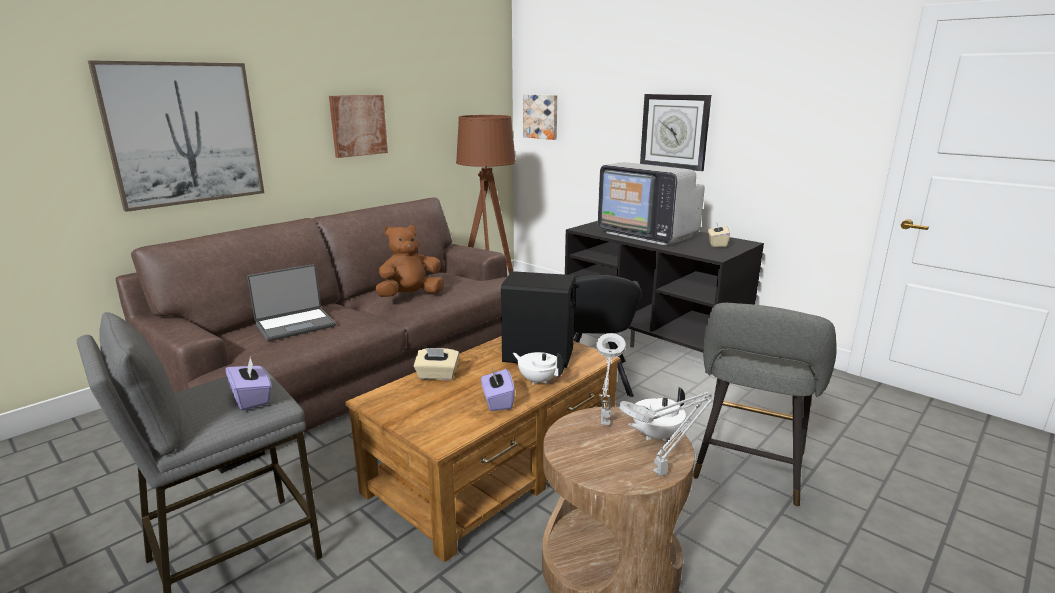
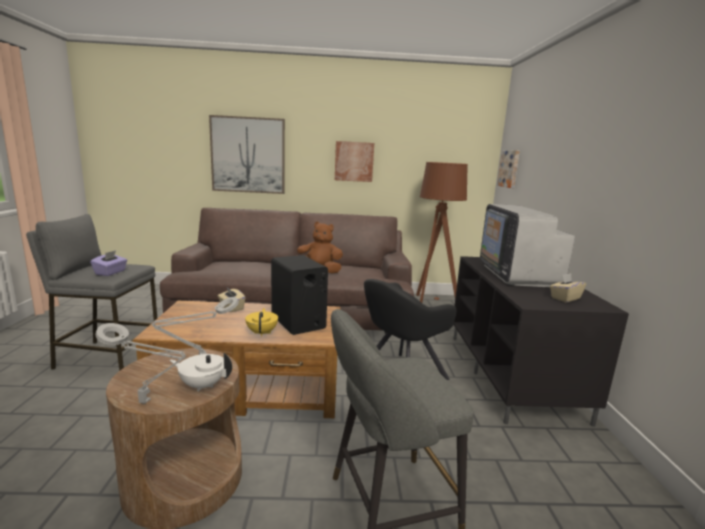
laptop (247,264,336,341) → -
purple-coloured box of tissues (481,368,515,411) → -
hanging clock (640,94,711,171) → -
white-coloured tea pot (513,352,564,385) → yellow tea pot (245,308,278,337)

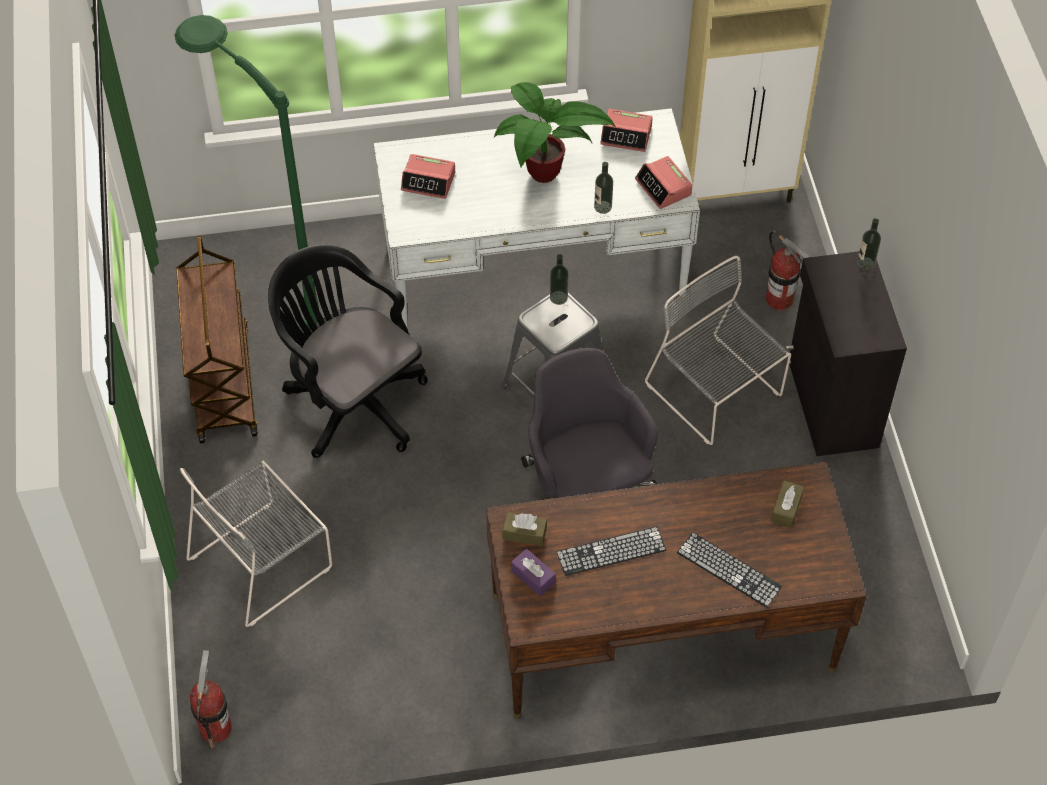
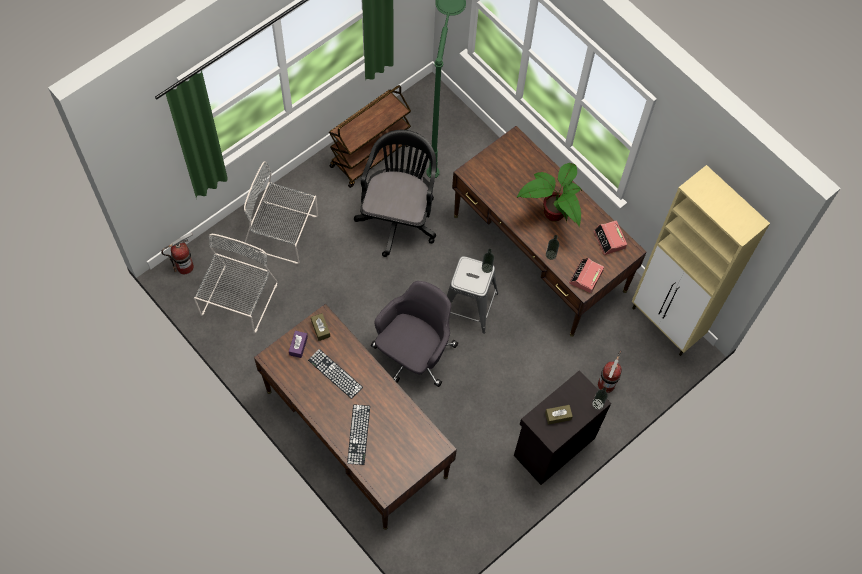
alarm clock (401,154,455,199) → -
grey plain chair (645,256,791,445) → grey plain chair (194,234,278,334), relocated
brownish box of tissues (771,481,804,528) → brownish box of tissues (545,405,573,425), relocated
white-coloured desk table (373,108,700,329) → brownish desk table (452,126,646,337)

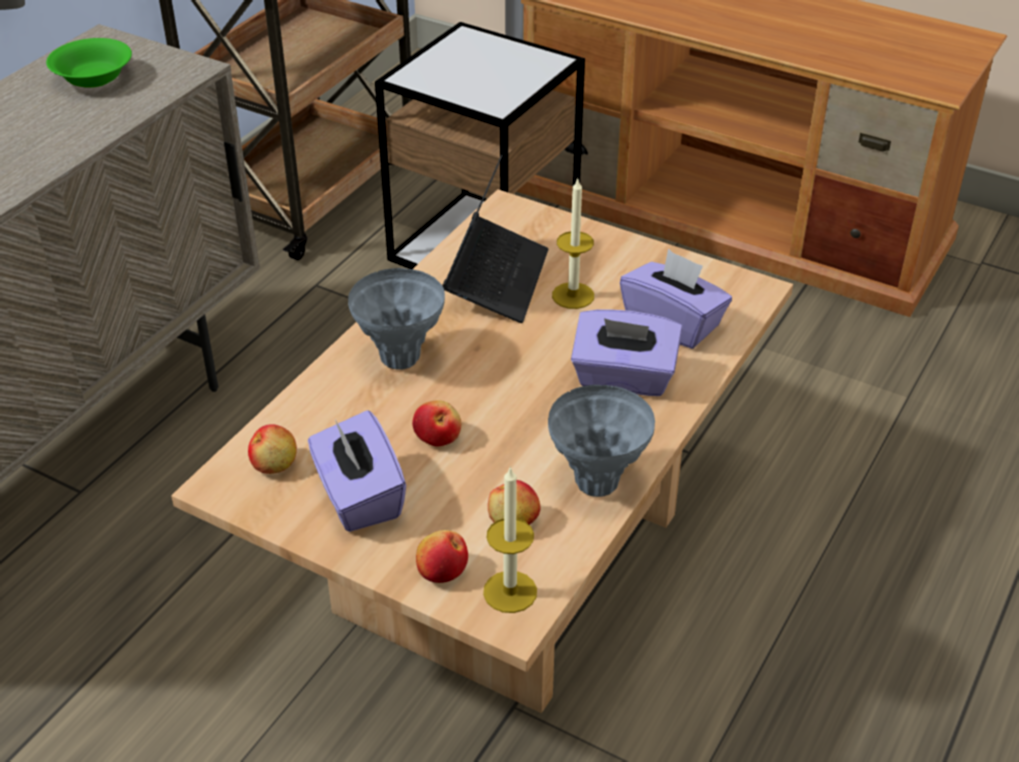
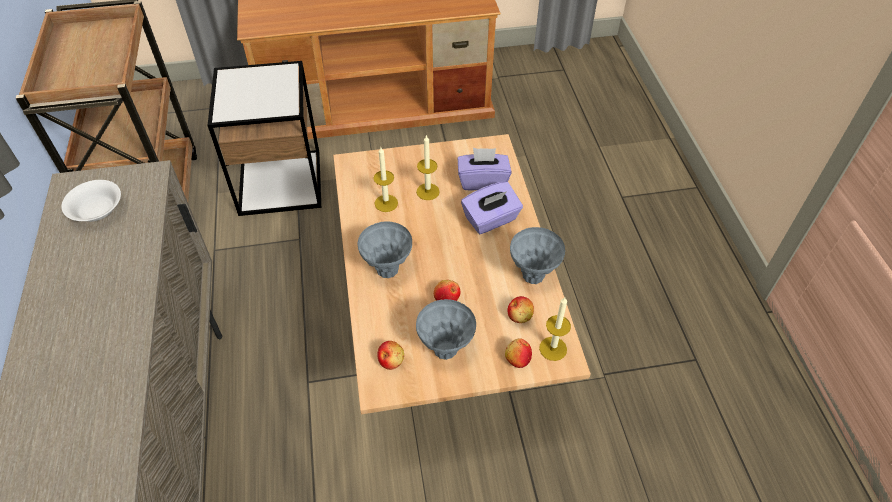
purple-coloured box of tissues (308,410,406,532) → grey decorative vase (416,299,476,360)
laptop (442,154,549,323) → wax light (373,147,398,212)
greenish deep dish (46,38,132,88) → white-coloured deep dish (61,180,121,222)

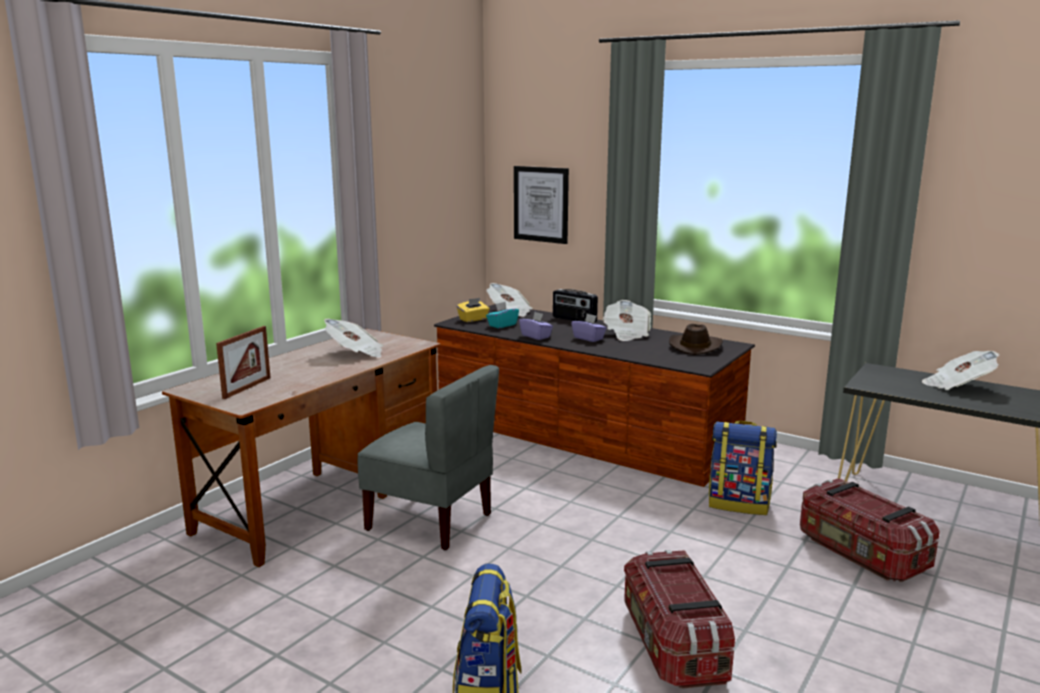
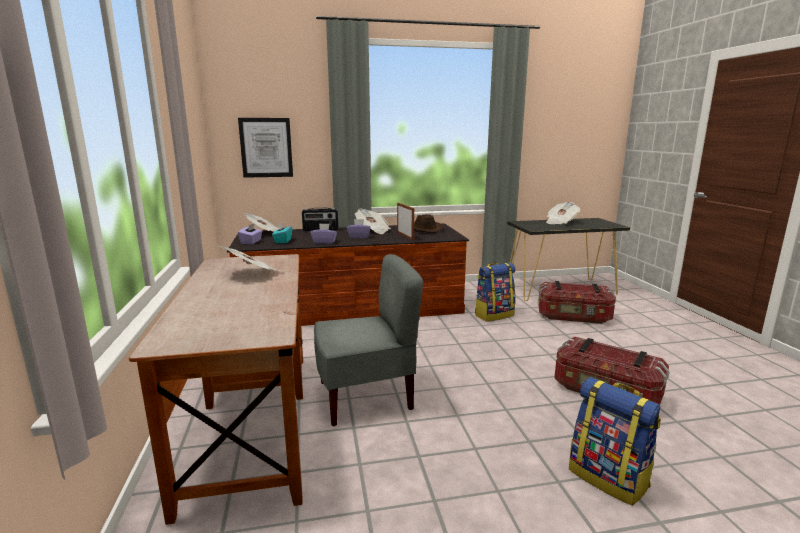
picture frame (216,326,271,399) → picture frame (397,203,414,240), relocated
yellow box of tissues (457,298,489,322) → purple-coloured box of tissues (238,223,262,244)

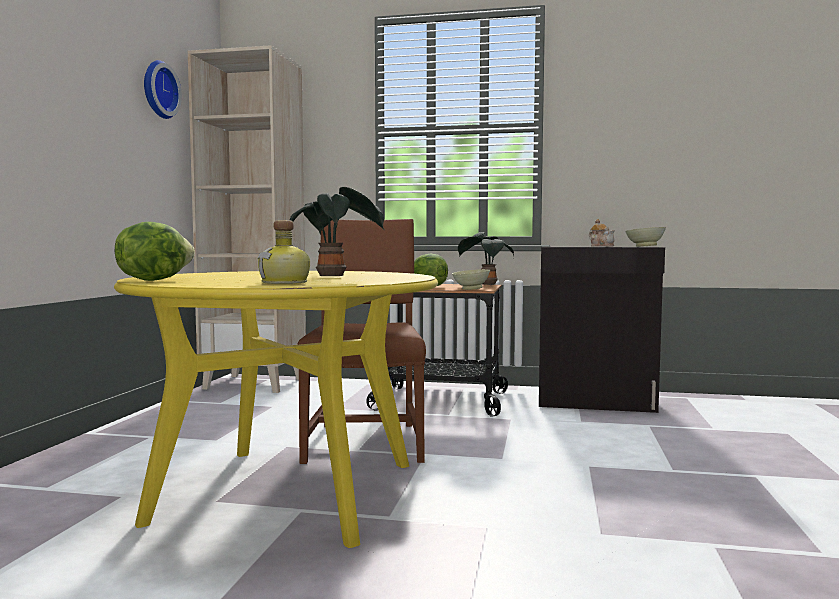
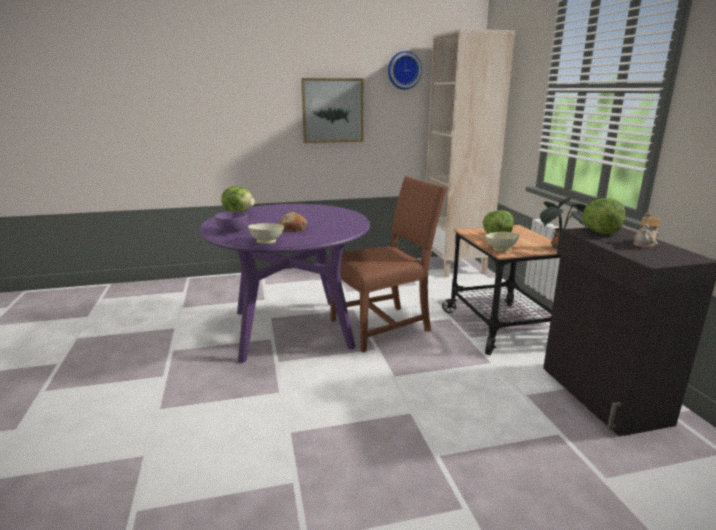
- → wall art (301,78,363,143)
- → head of lettuce (583,198,625,234)
beige deep dish (625,227,666,247) → beige deep dish (248,223,284,244), relocated
beverage bottle (257,220,310,284) → purple-coloured deep dish (215,211,247,233)
houseplant (290,187,384,276) → baked bread (279,212,308,232)
yellow dining table (114,271,438,548) → purple-coloured dining table (199,204,370,363)

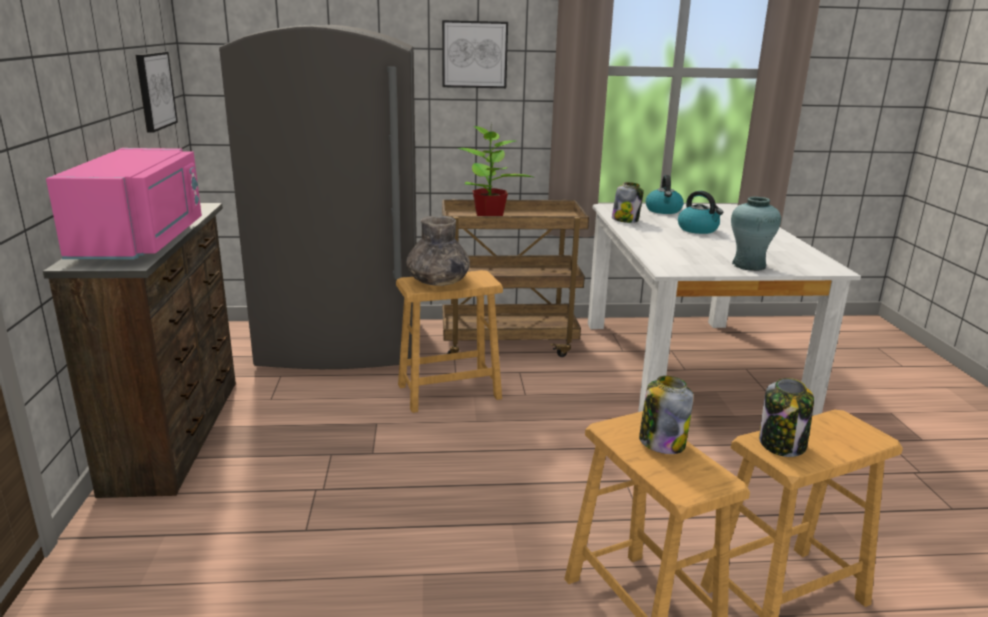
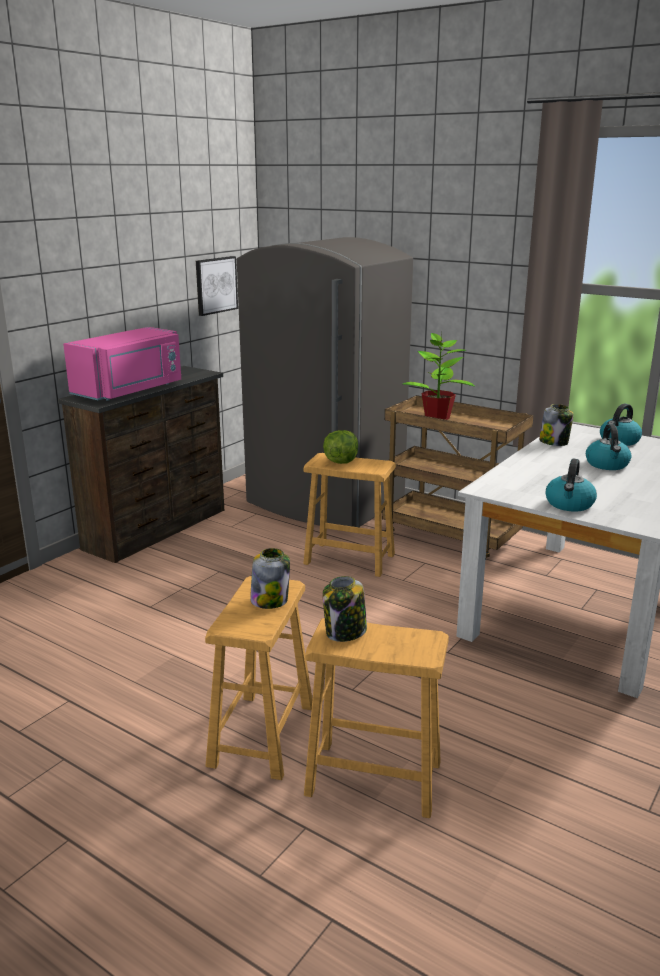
wall art (442,20,508,88) → -
grey decorative vase (406,216,470,286) → head of lettuce (323,430,358,464)
turquoise decorative vase (731,197,781,271) → water kettle (546,458,597,511)

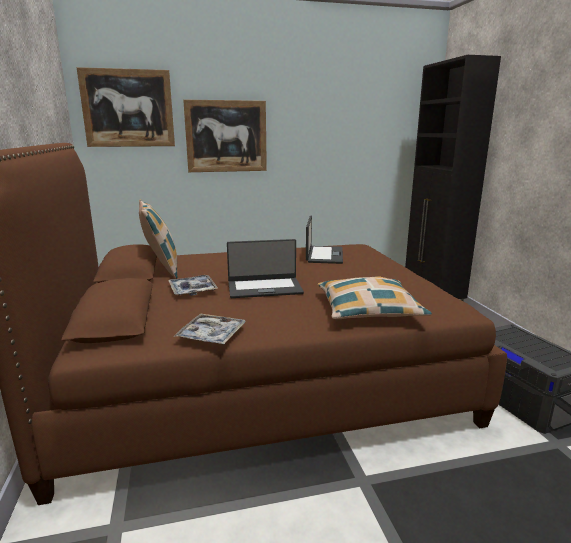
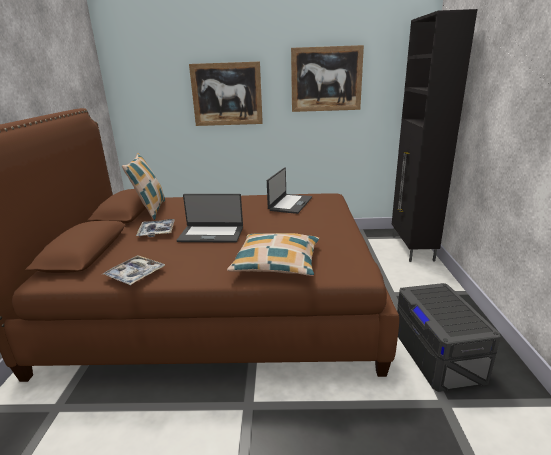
wall art (77,67,175,147) → wall art (291,45,364,112), relocated

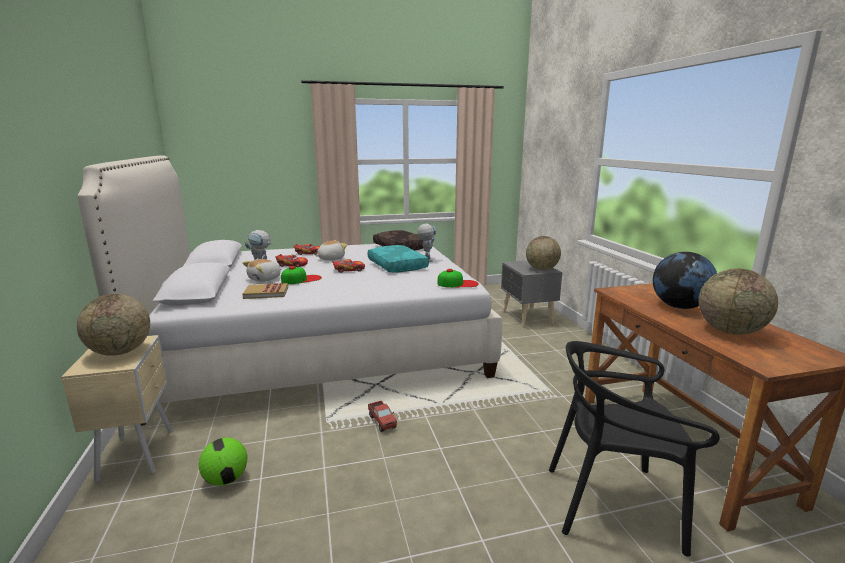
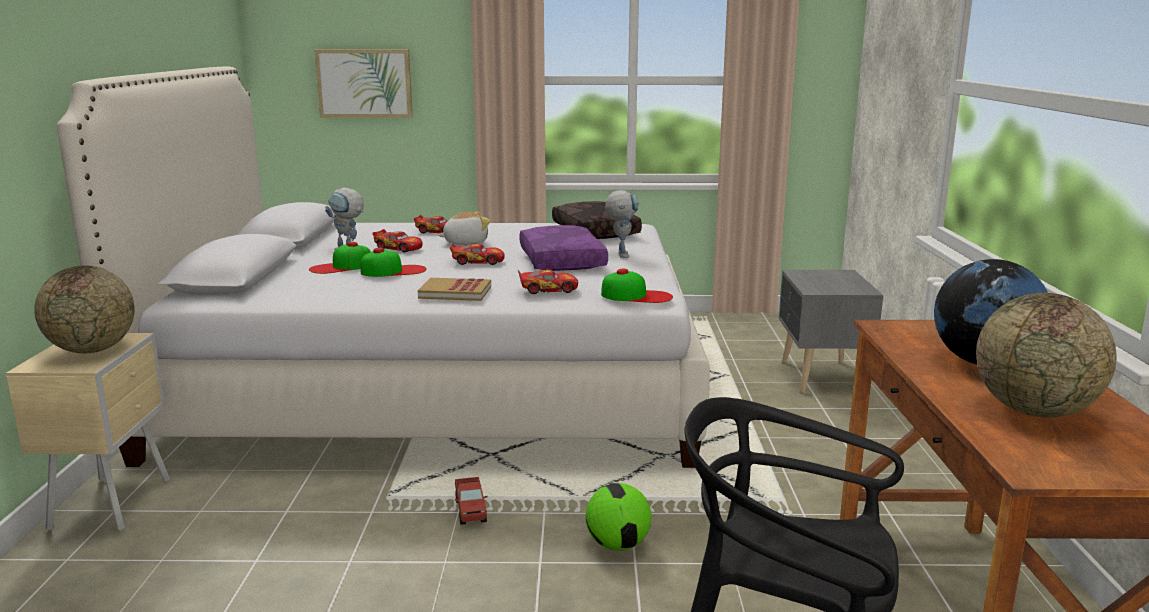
desk globe (526,236,561,270) → -
- → wall art (314,49,413,118)
- → model car (518,269,578,294)
football (199,438,247,486) → football (586,483,651,551), relocated
book (242,283,288,299) → book (418,278,491,301), relocated
soft toy (243,259,281,282) → baseball cap (309,242,371,274)
turquoise cushion (368,245,429,273) → purple-coloured cushion (519,225,608,271)

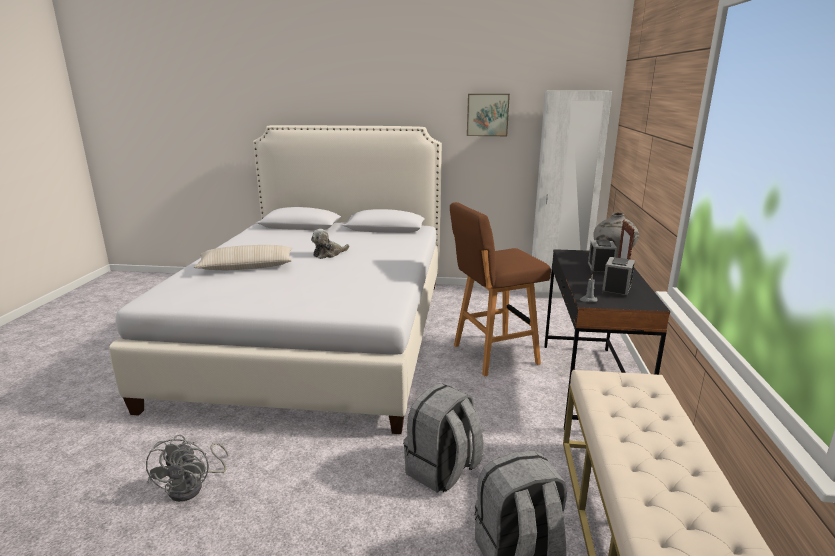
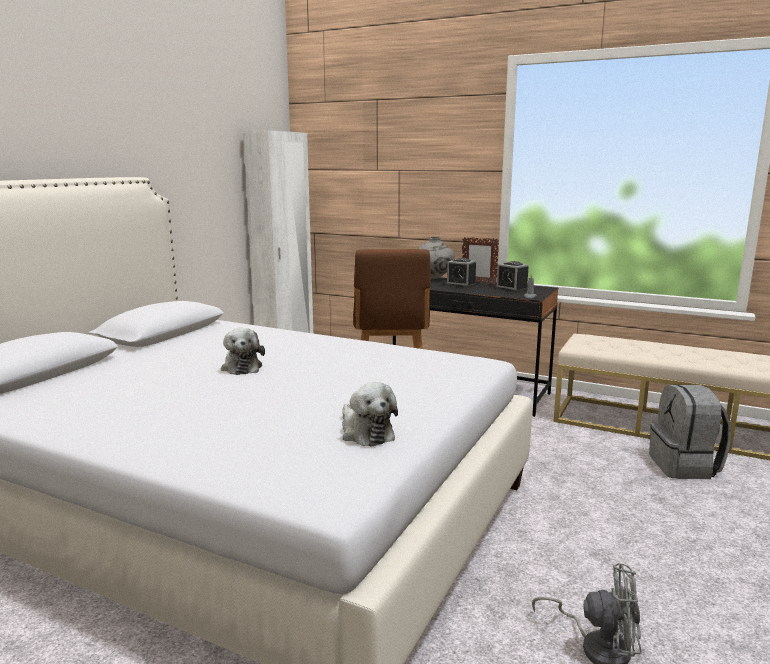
beige cushion (194,245,293,270) → -
grey knapsack (403,383,484,493) → -
wall art (467,94,510,136) → -
- → soft toy (342,382,398,447)

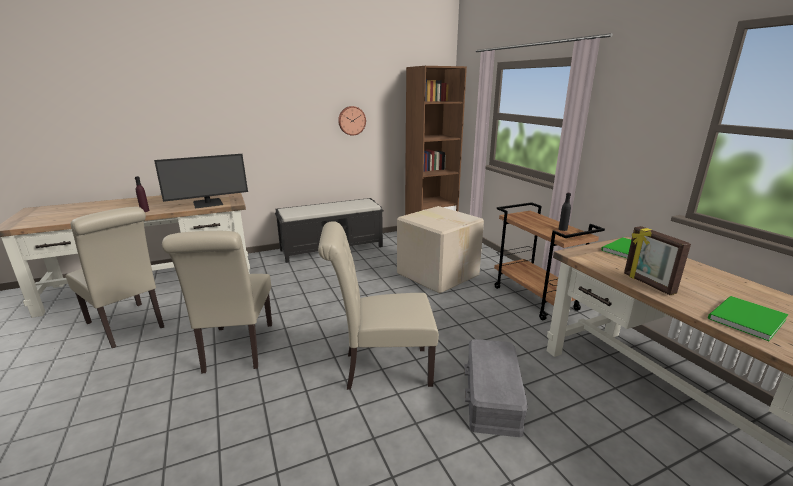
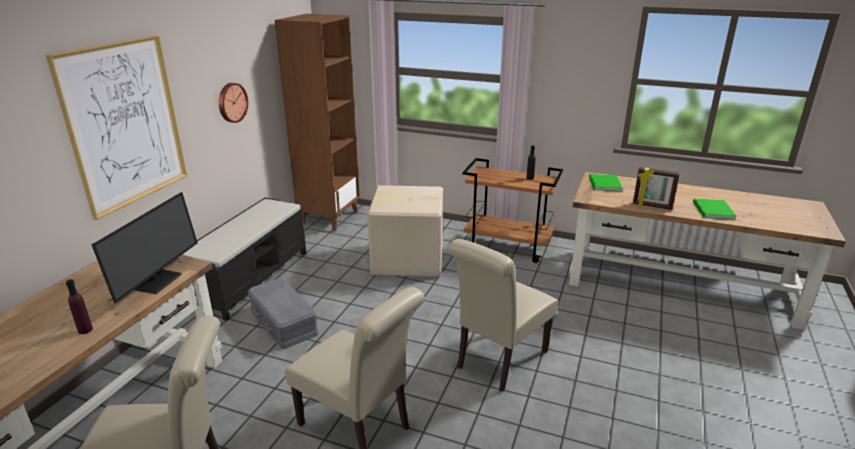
- → wall art (46,35,187,220)
grey storage bin (464,339,528,437) → grey storage bin (248,278,319,349), relocated

